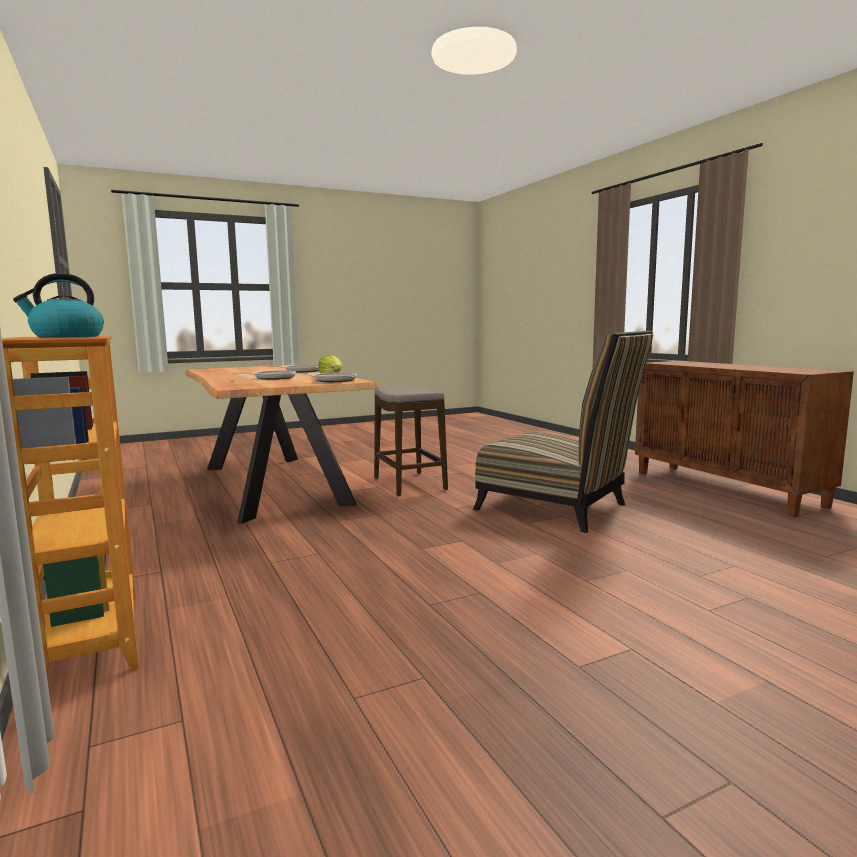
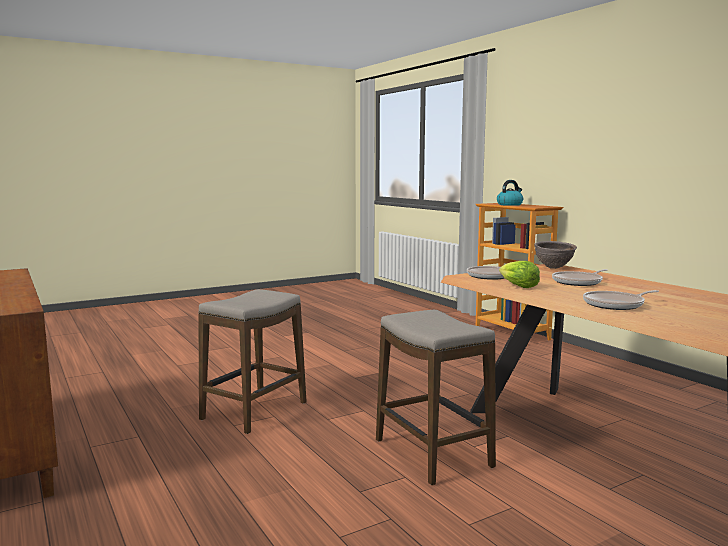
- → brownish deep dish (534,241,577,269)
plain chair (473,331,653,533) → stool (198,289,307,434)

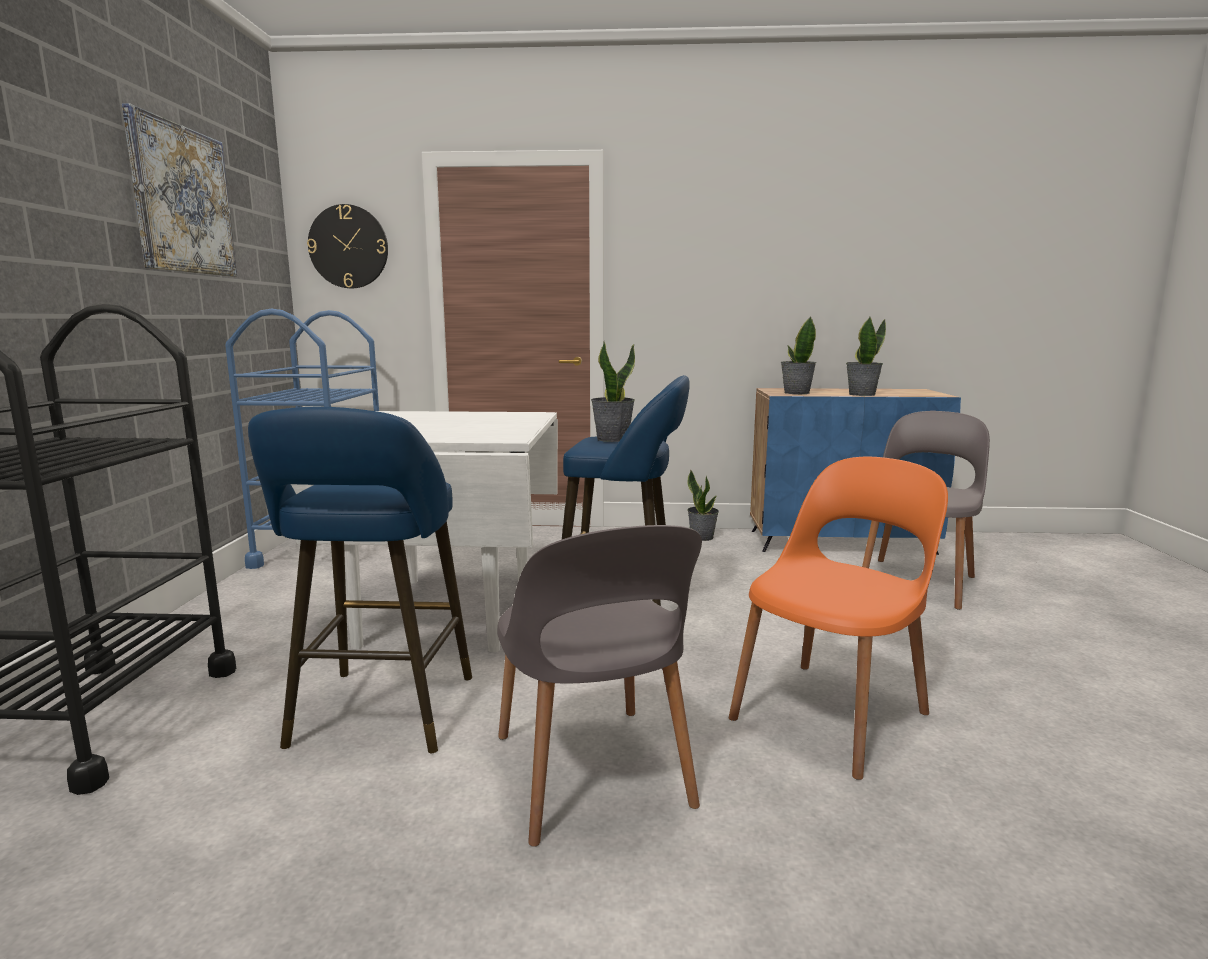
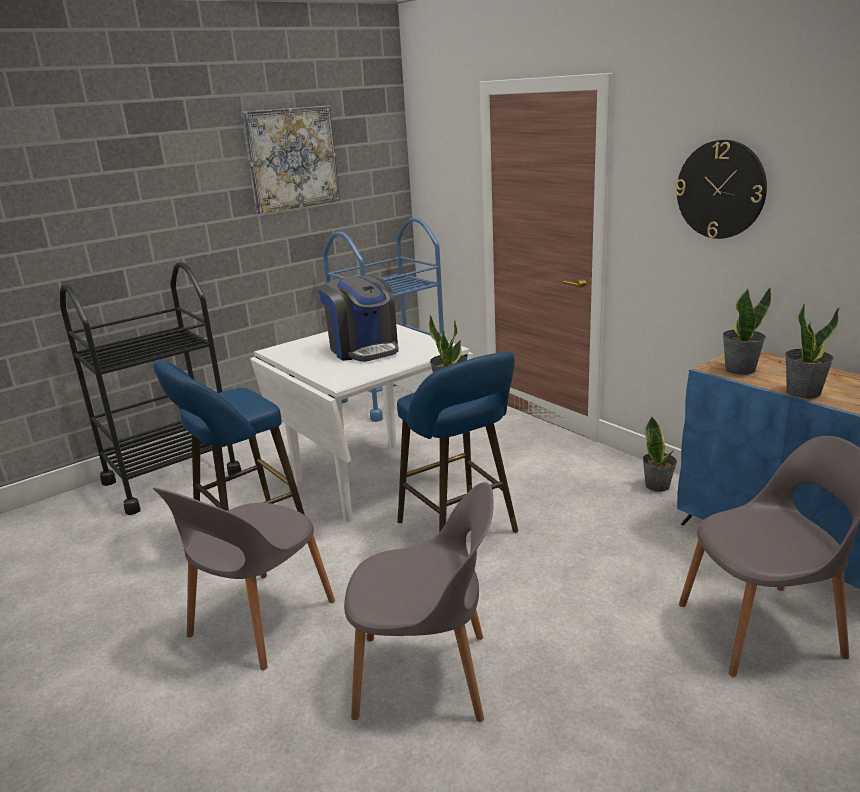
- → coffee machine (318,276,399,362)
hanging clock (307,204,388,288) → hanging clock (676,140,767,239), relocated
orange-coloured plain chair (729,457,948,780) → grey plain chair (344,482,493,722)

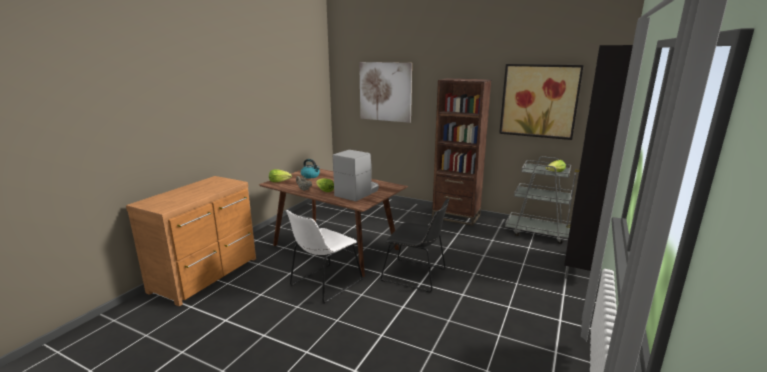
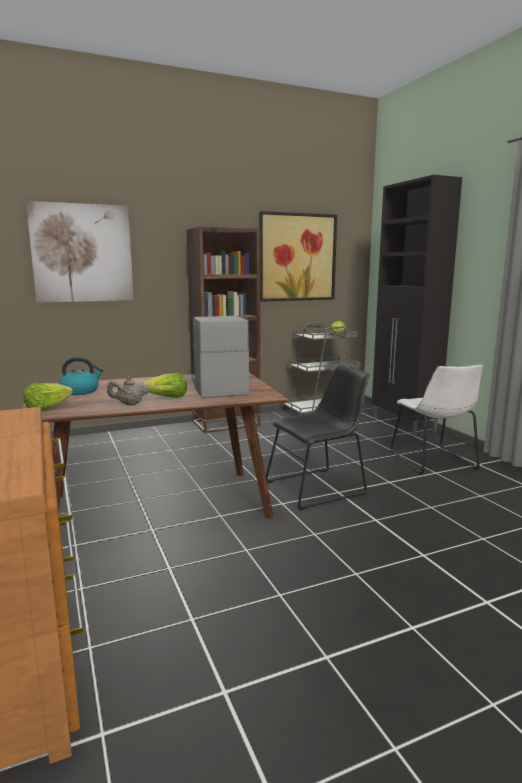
white-coloured plain chair (286,210,363,304) → white-coloured plain chair (390,364,483,475), relocated

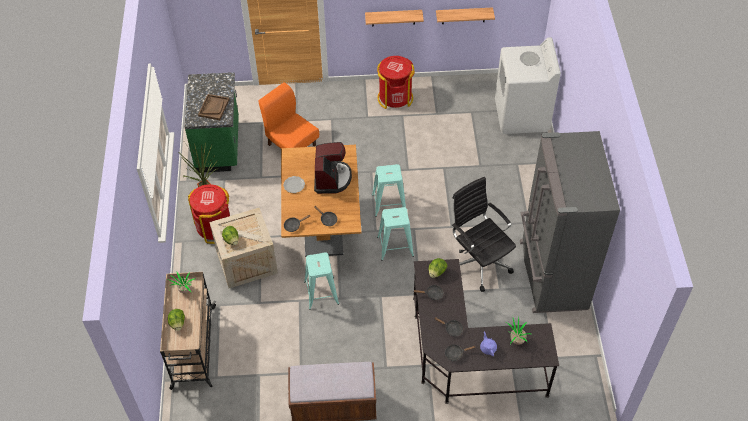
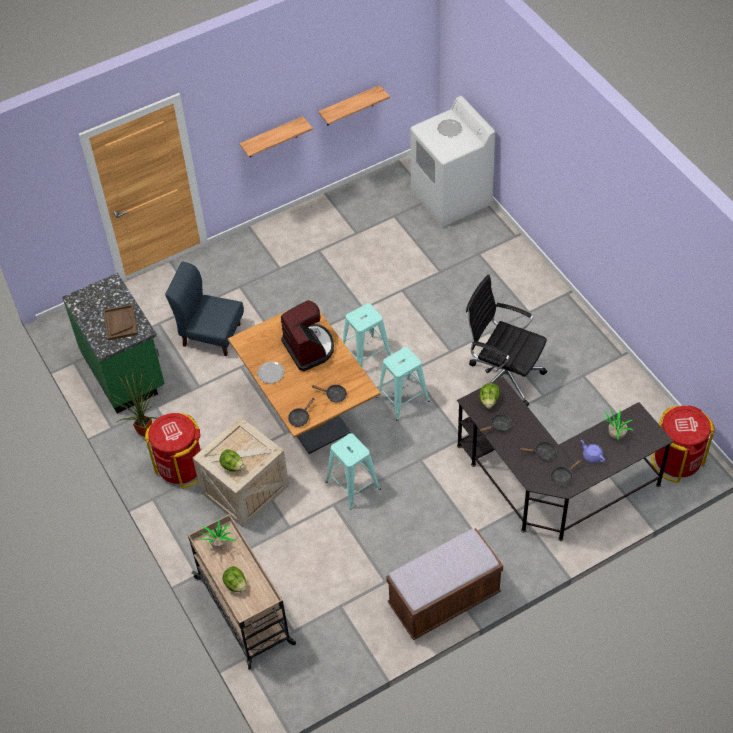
grey refrigerator (520,131,620,313) → -
red-coloured rubbish bin (377,56,415,109) → red-coloured rubbish bin (651,405,715,483), relocated
orange-coloured plain chair (259,82,319,148) → blue plain chair (165,262,244,356)

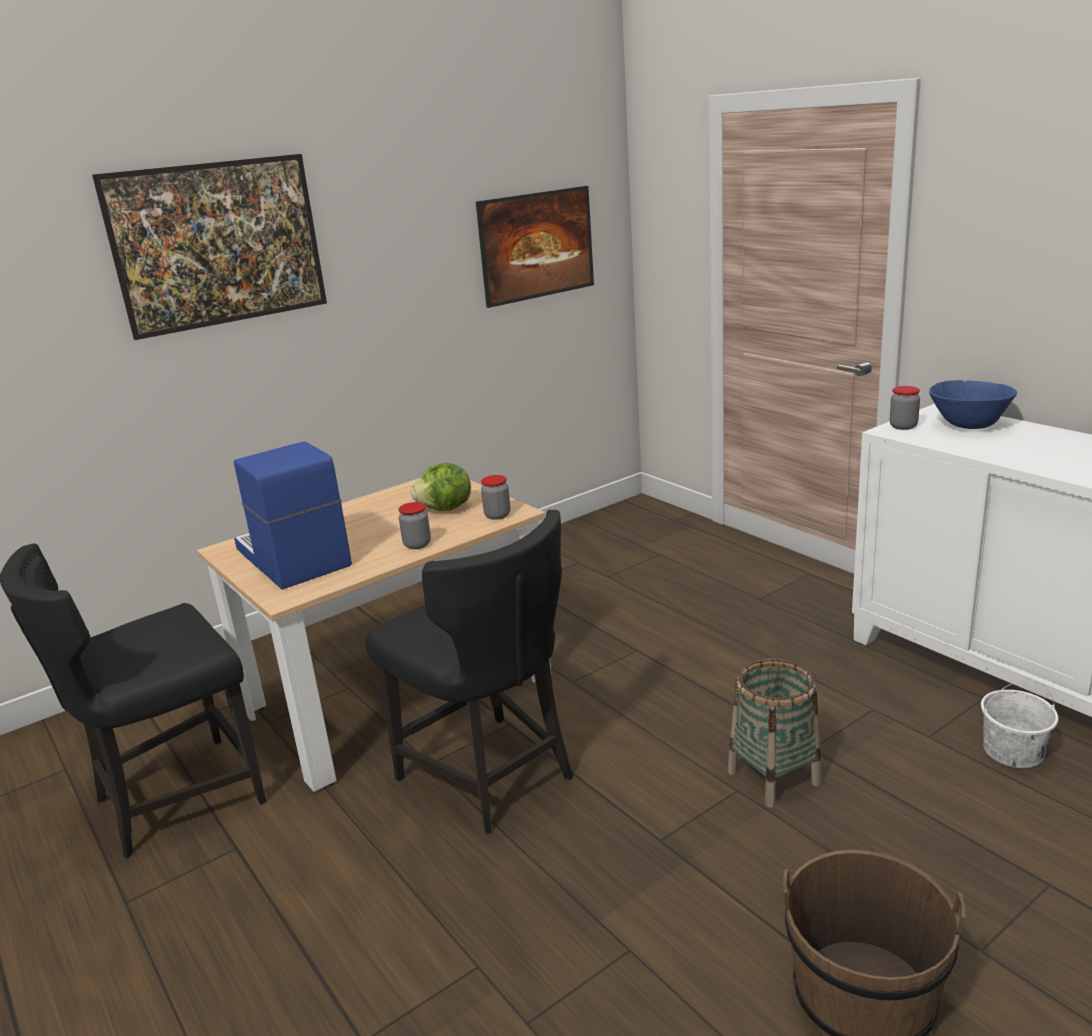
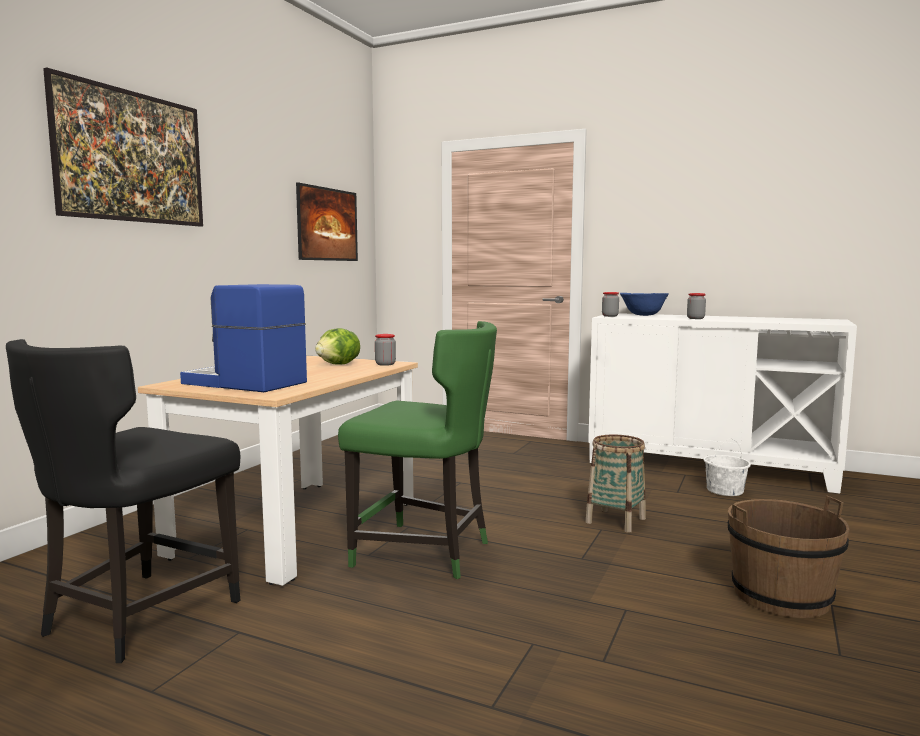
jar (398,502,431,549) → jar (687,293,706,319), relocated
black plain chair (365,510,573,834) → greenish plain chair (338,321,497,579)

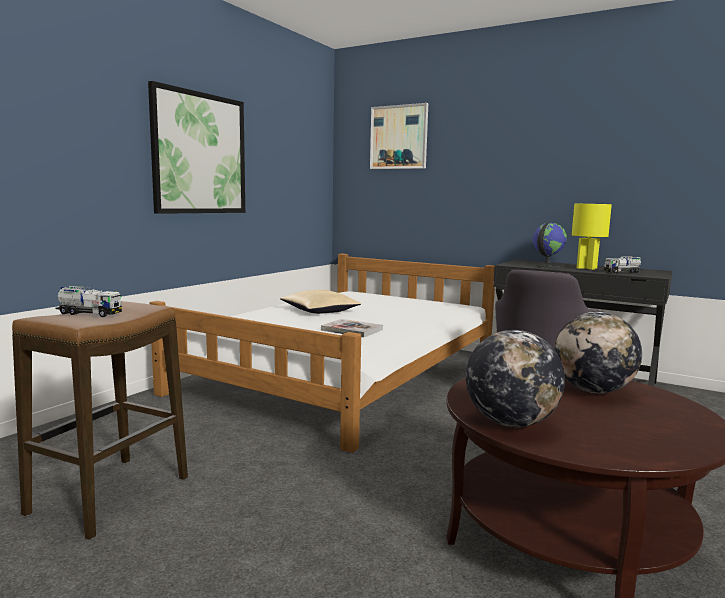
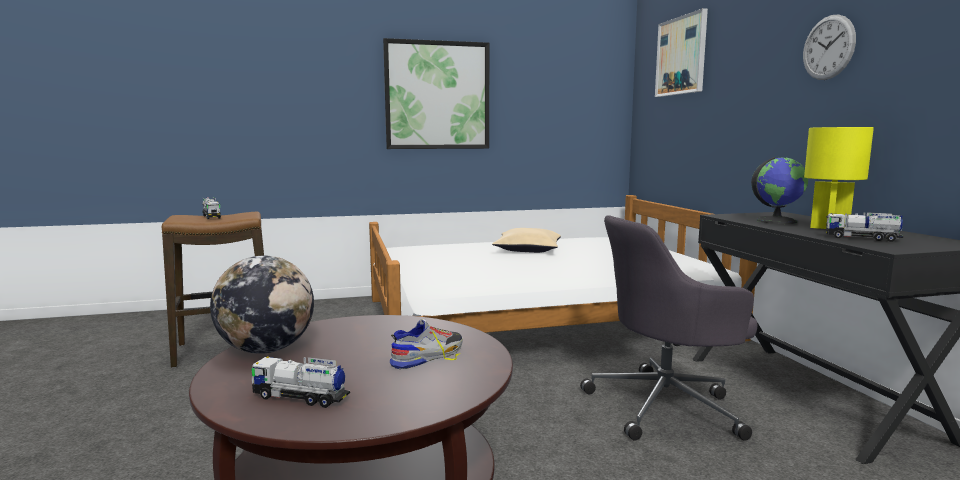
book (321,319,383,337) → -
- → toy truck (252,356,350,408)
- → hanging clock (803,14,856,80)
desk globe (555,312,642,393) → low shoe (390,319,463,369)

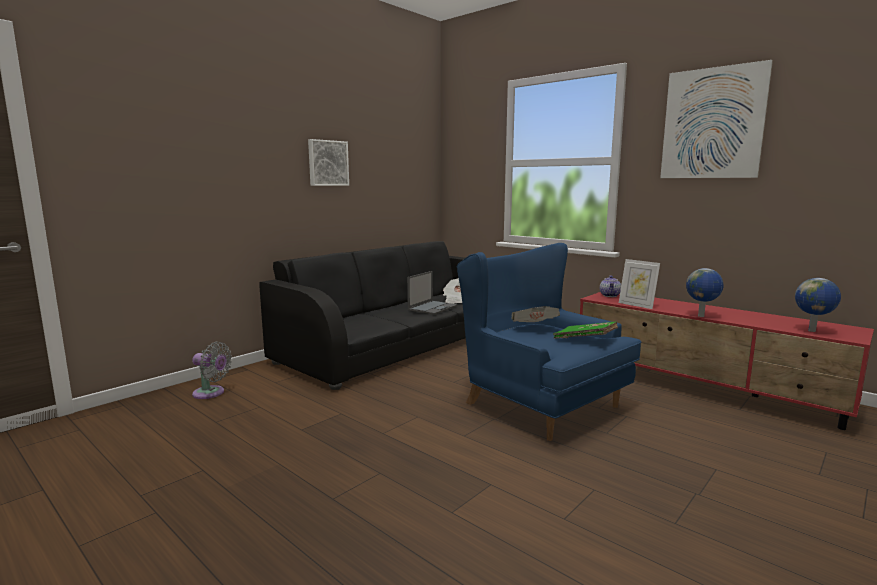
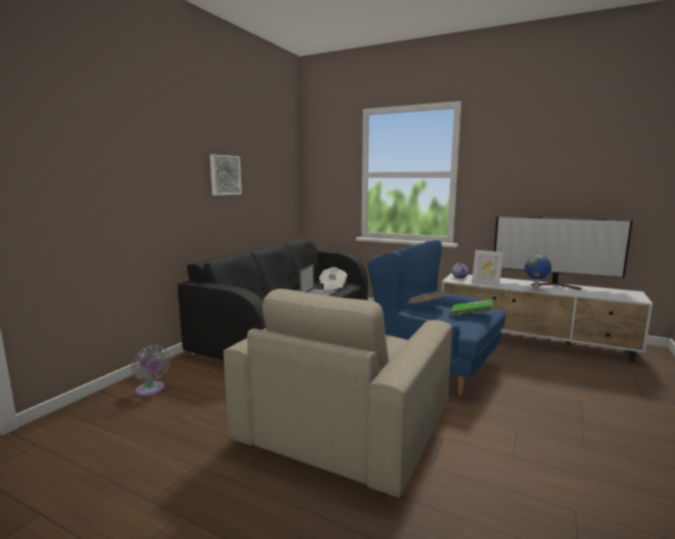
wall art (660,60,773,178) → -
desk globe (795,278,841,332) → -
- → beige armchair (223,289,452,498)
- → television (494,216,633,290)
red-coloured tv unit (580,292,874,430) → white-coloured tv unit (442,273,653,362)
grey fan (192,342,232,399) → grey fan (131,345,171,396), 45 degrees clockwise

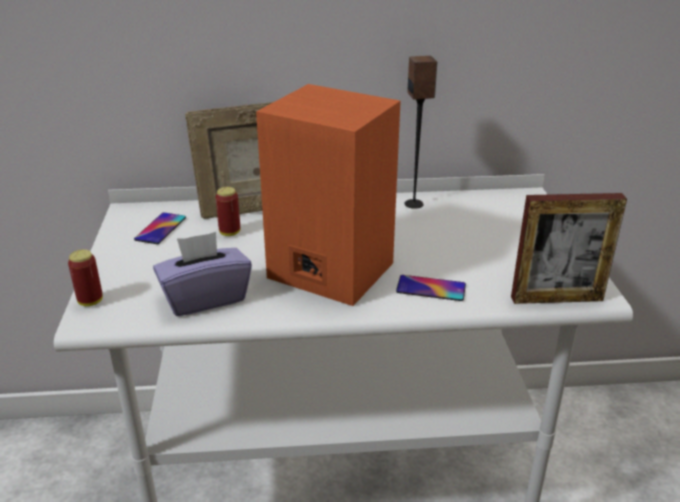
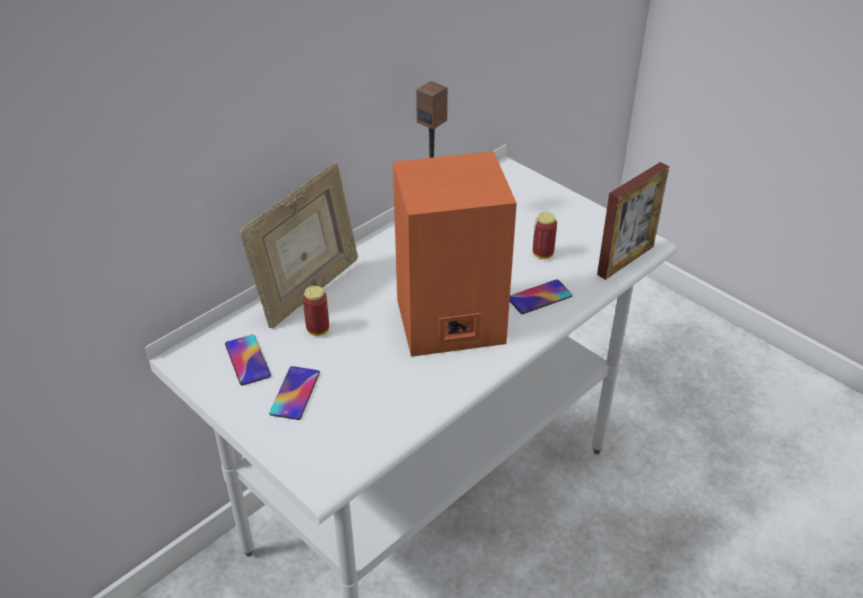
purple-coloured box of tissues (153,232,252,316) → -
- → telephone (269,366,320,420)
metal can (68,249,103,306) → metal can (533,212,557,259), relocated

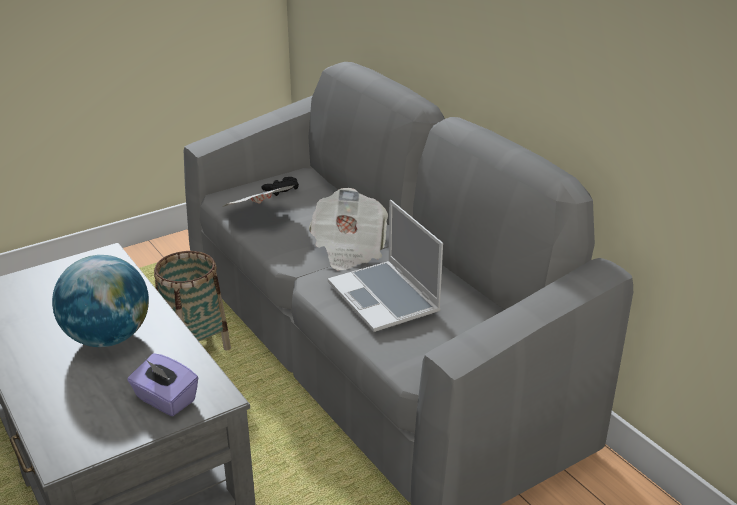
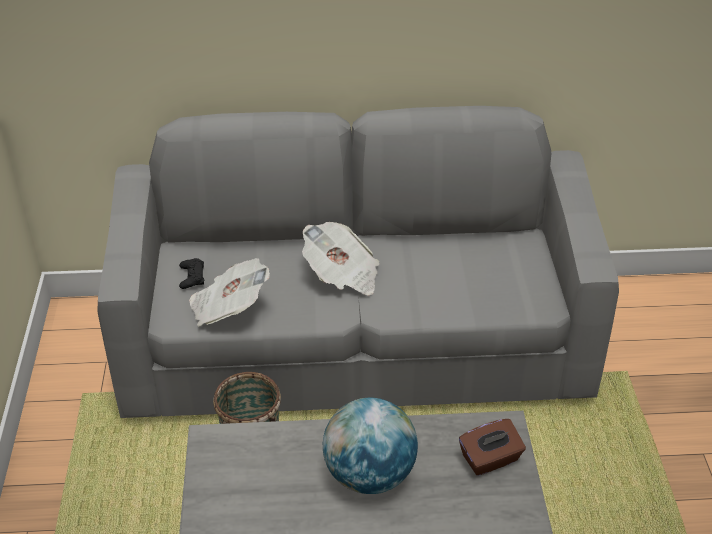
laptop (328,200,443,332) → -
purple-coloured box of tissues (127,354,198,416) → brownish box of tissues (459,419,526,476)

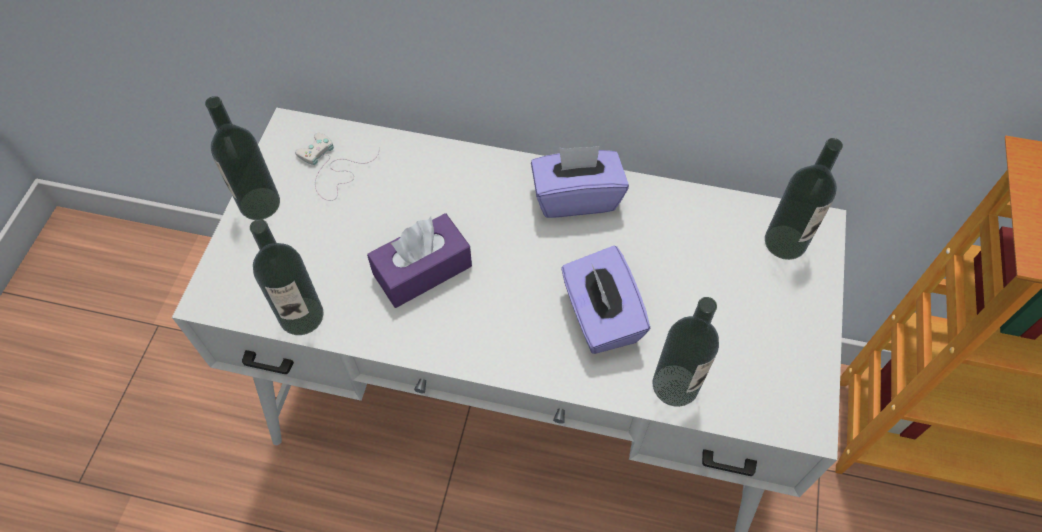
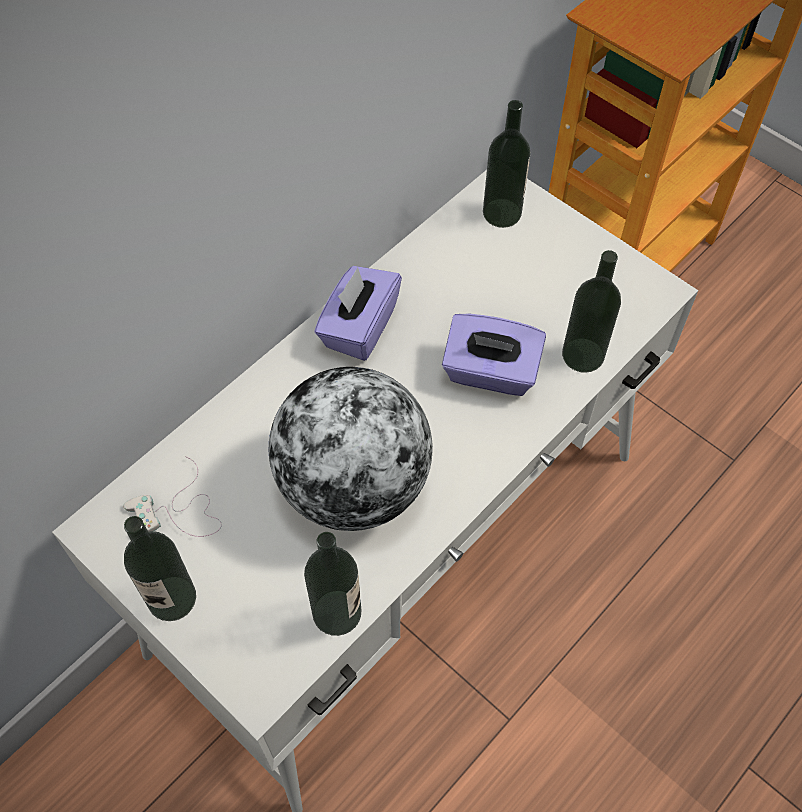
purple-coloured box of tissues (367,213,472,308) → desk globe (269,367,433,531)

